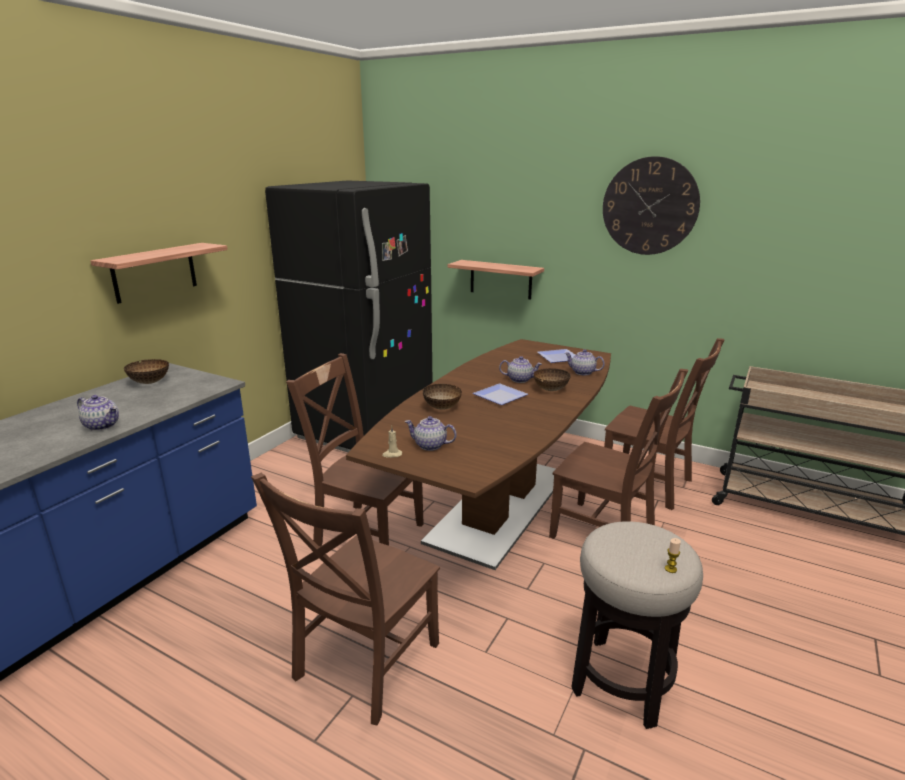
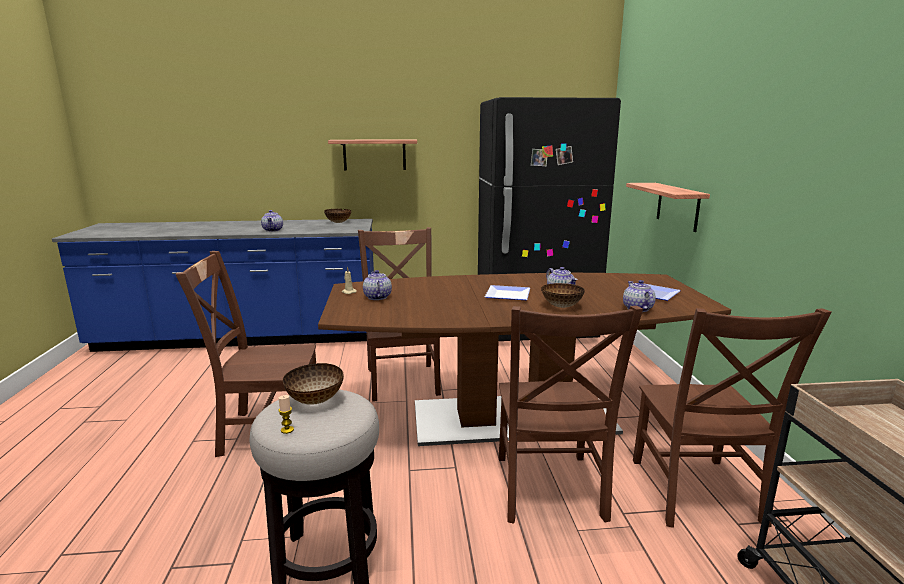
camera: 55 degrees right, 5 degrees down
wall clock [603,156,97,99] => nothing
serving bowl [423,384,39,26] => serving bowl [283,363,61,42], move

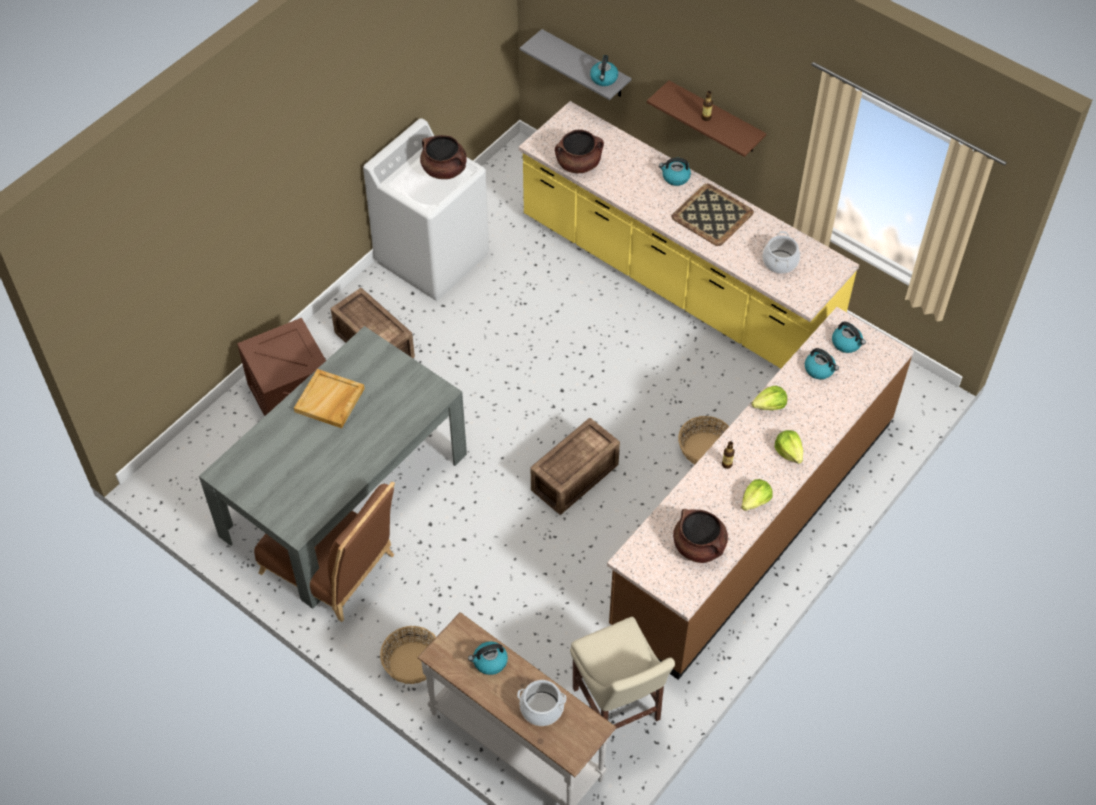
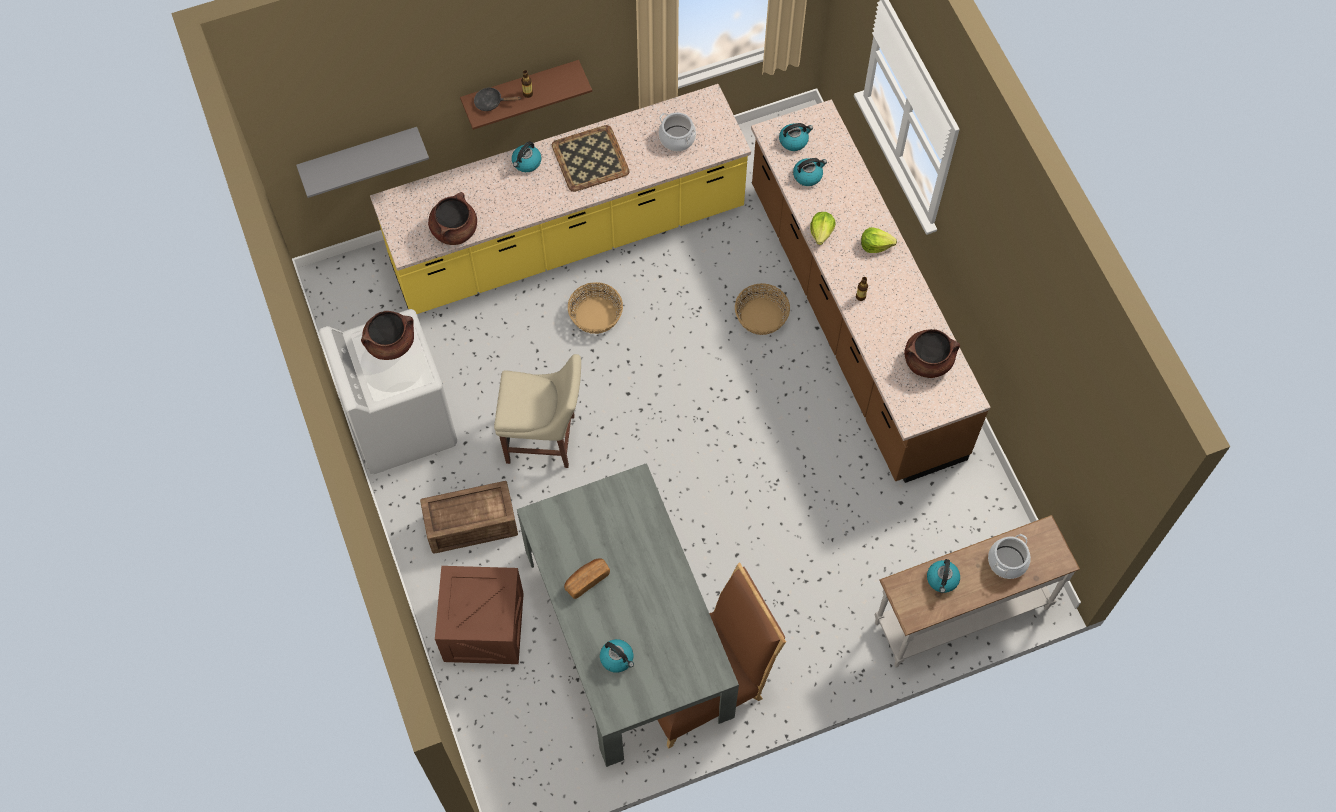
camera: 60 degrees left, 10 degrees up
tea kettle [590,55,28,31] => tea kettle [600,639,34,34], move
sand-coloured serving tray [294,369,71,59] => bread [564,559,46,40]
crate [531,418,89,97] => nothing
head of lettuce [741,479,31,32] => nothing
sand-coloured plain chair [570,617,105,127] => sand-coloured plain chair [494,354,87,114], move
storage basket [380,626,56,58] => storage basket [568,282,55,52], move
nothing => black-coloured skillet [474,87,47,24]

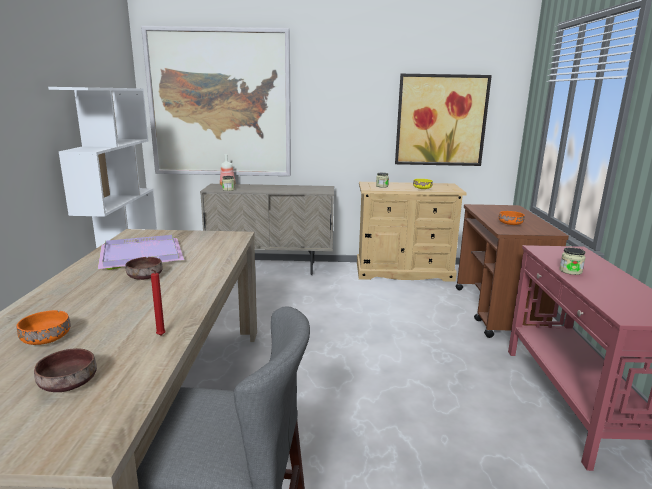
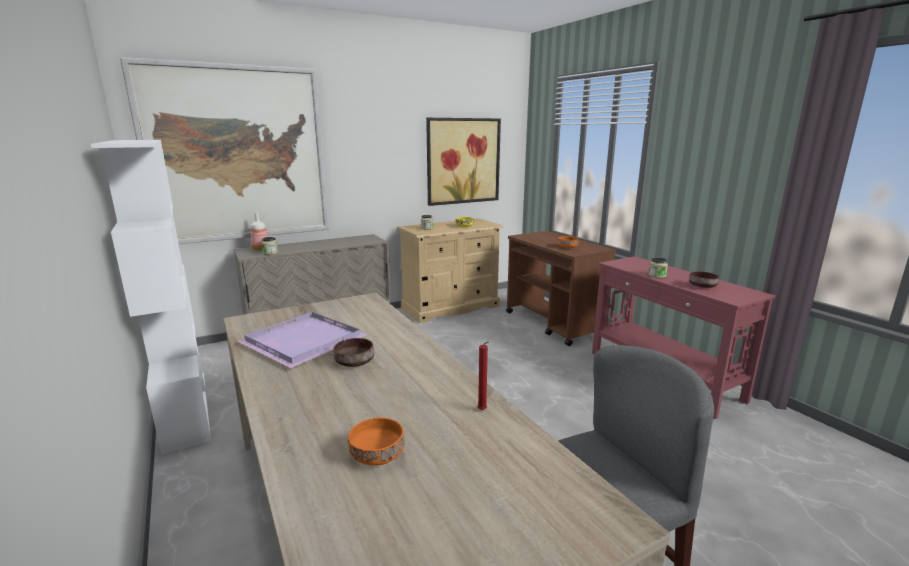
camera: 30 degrees left, 0 degrees up
brownish serving bowl [34,348,63,44] => brownish serving bowl [689,271,30,17], move

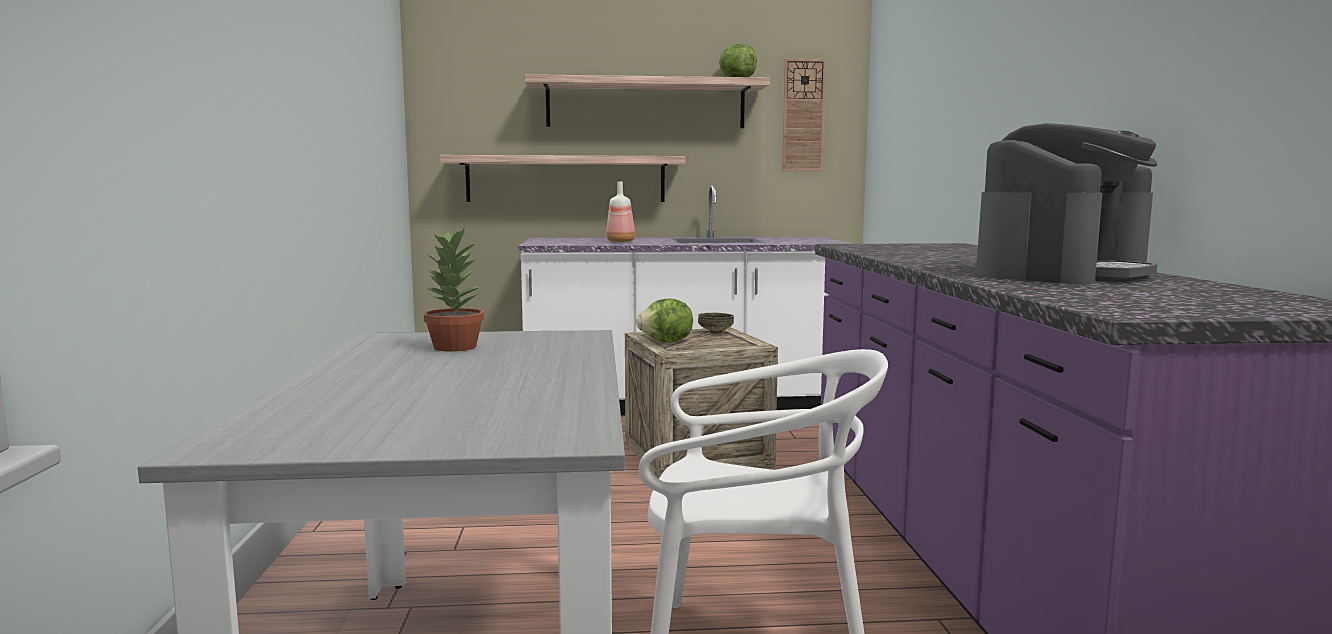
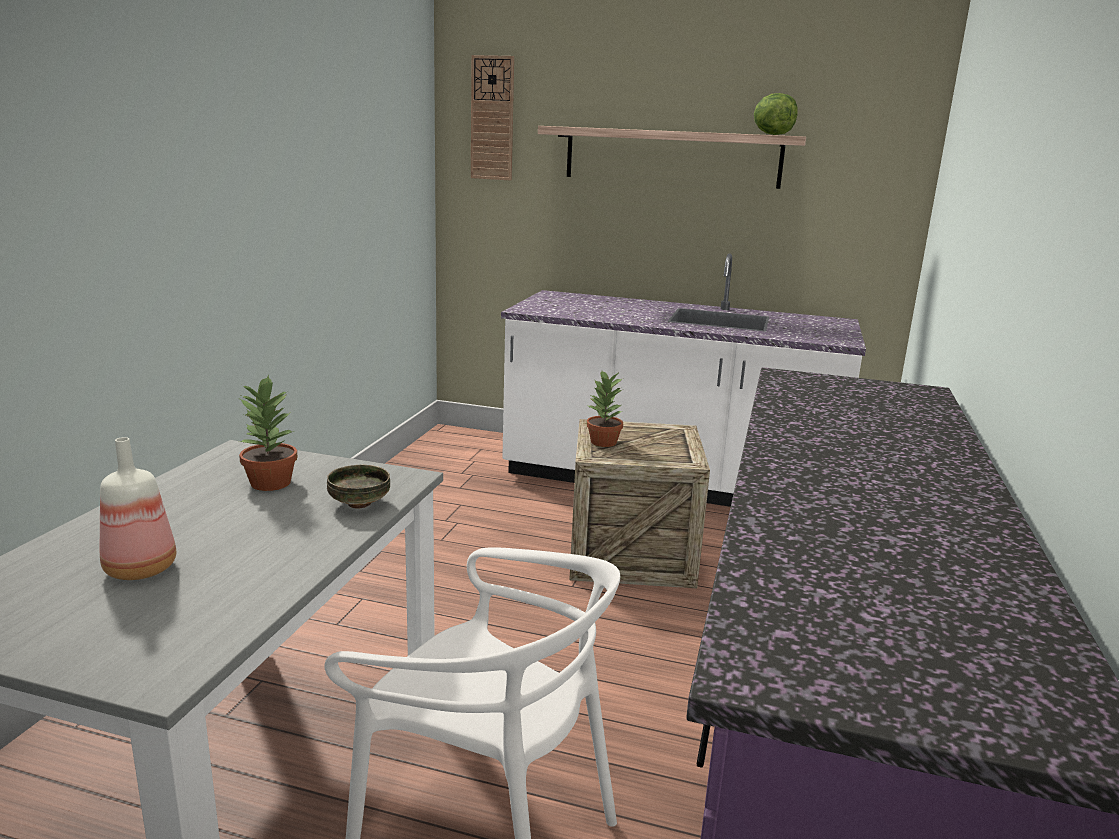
camera: 20 degrees right, 10 degrees up
wall clock [782,58,44,113] => wall clock [471,55,43,125], move
coffee brewer [976,123,182,161] => nothing
bracket shelf [440,155,246,47] => nothing
drink bottle [606,181,29,61] => drink bottle [100,437,76,143], move
head of lettuce [636,299,57,43] => plant in a pot [586,371,38,76]
serving bowl [698,313,36,21] => serving bowl [327,465,63,44], move

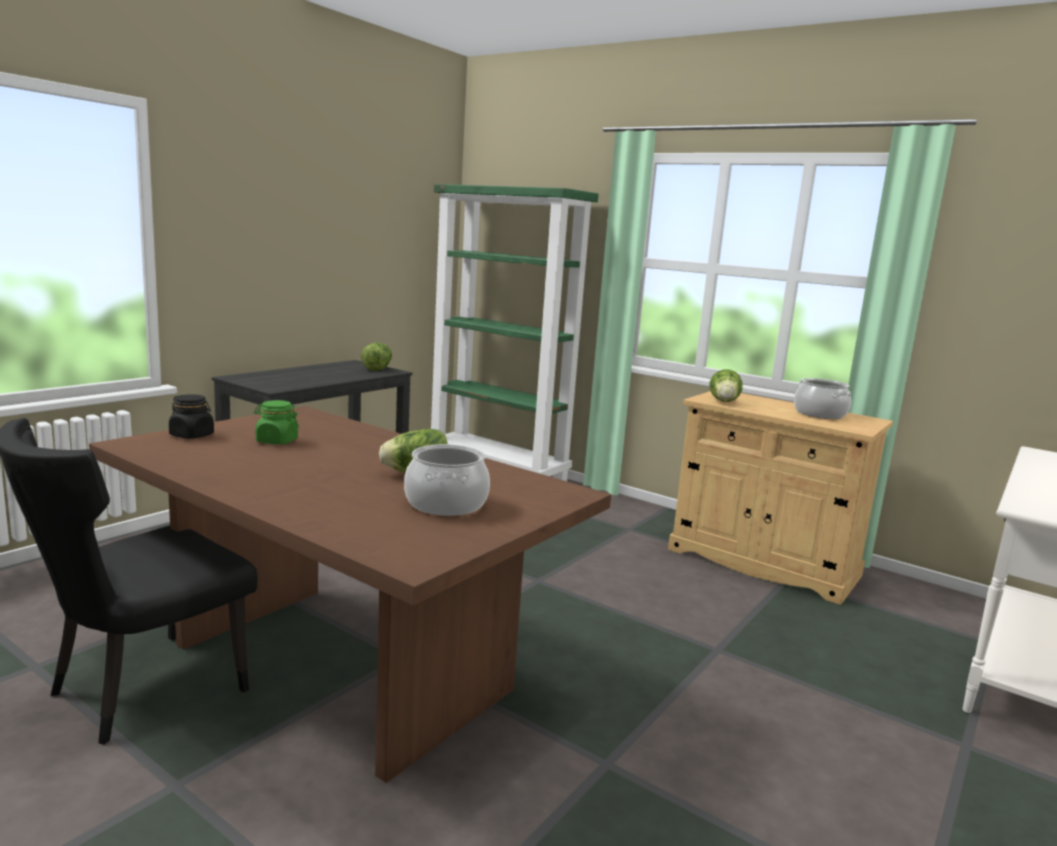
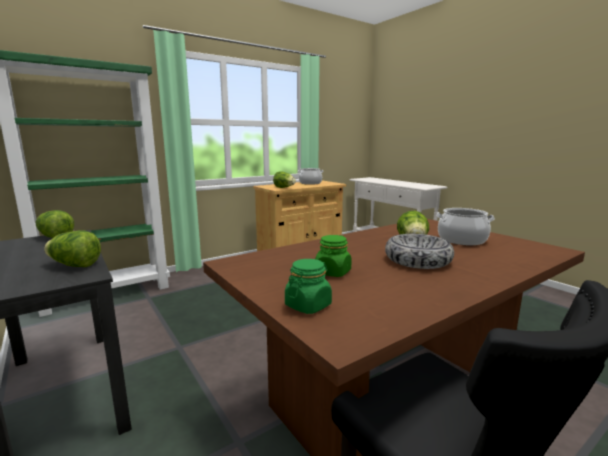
camera: 70 degrees left, 0 degrees up
black-coloured preserve jar [169,394,45,45] => greenish preserve jar [285,259,47,55]
nothing => head of lettuce [44,230,57,37]
nothing => serving bowl [385,234,69,35]

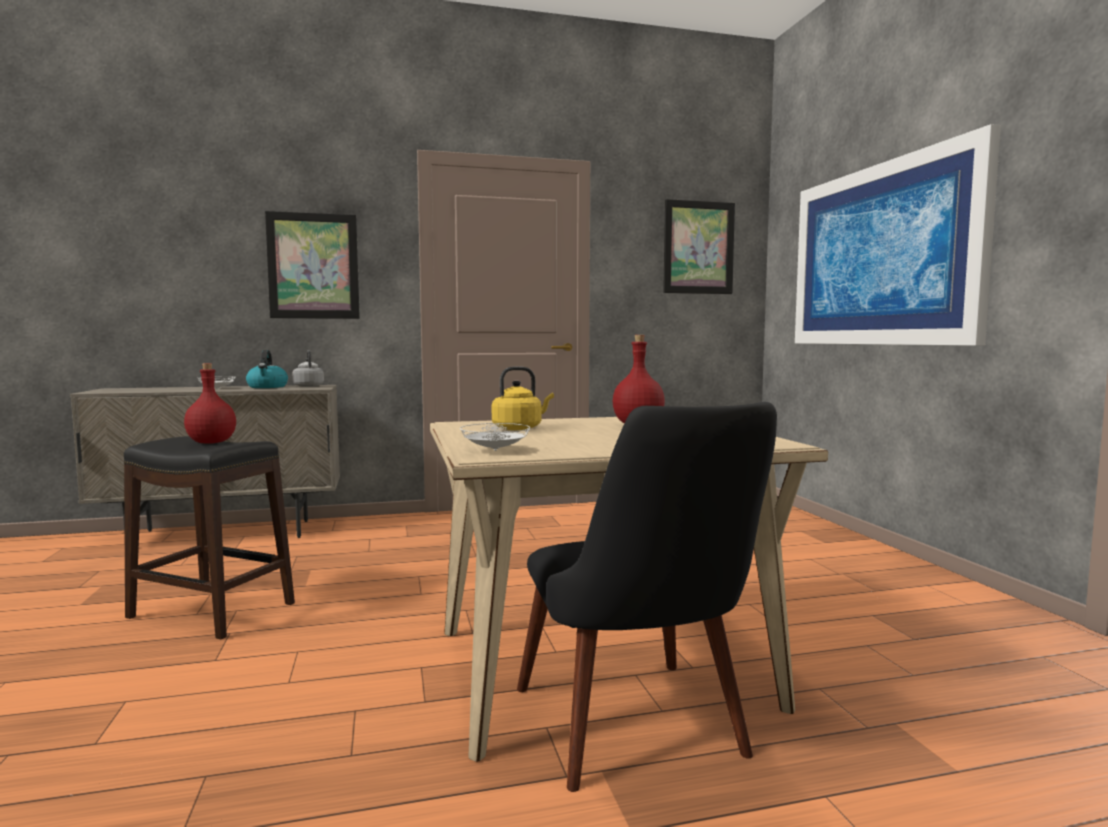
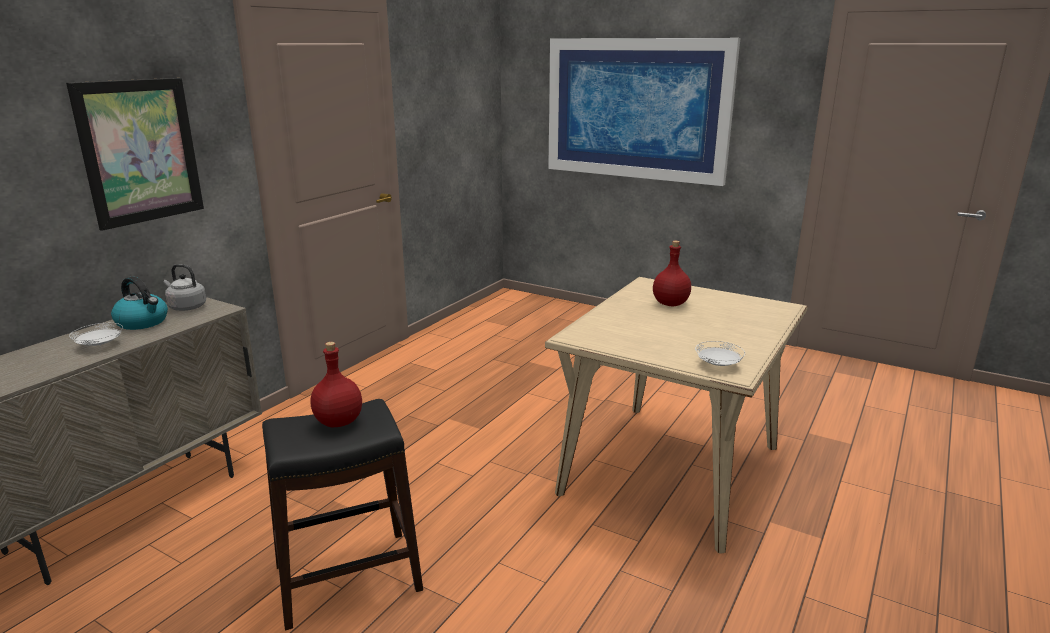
camera: 45 degrees left, 15 degrees up
wall art [663,199,72,95] => nothing
yellow-coloured tea kettle [492,366,62,64] => nothing
black-coloured plain chair [517,402,260,390] => nothing

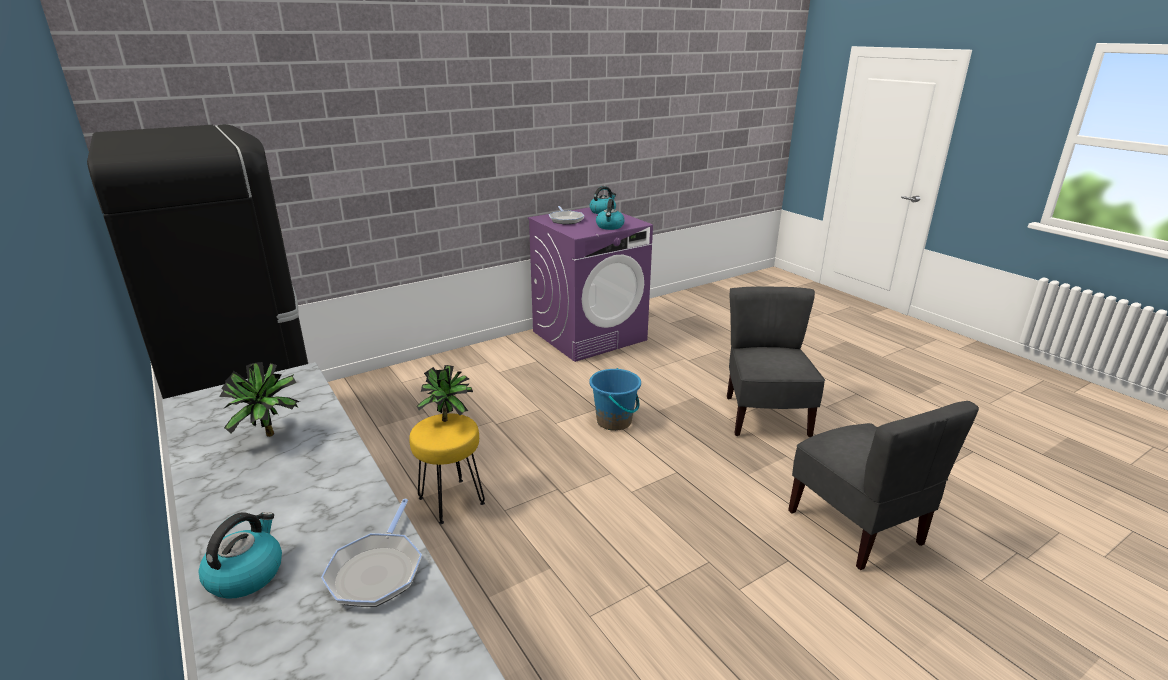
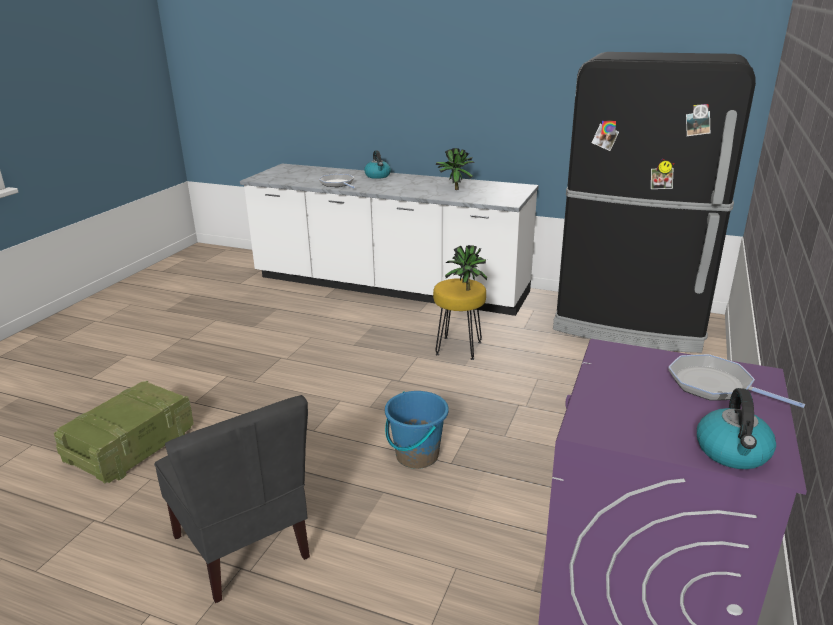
camera: 145 degrees right, 0 degrees up
tea kettle [596,199,29,31] => nothing
greyish plain chair [788,401,191,169] => crate [54,381,140,103]

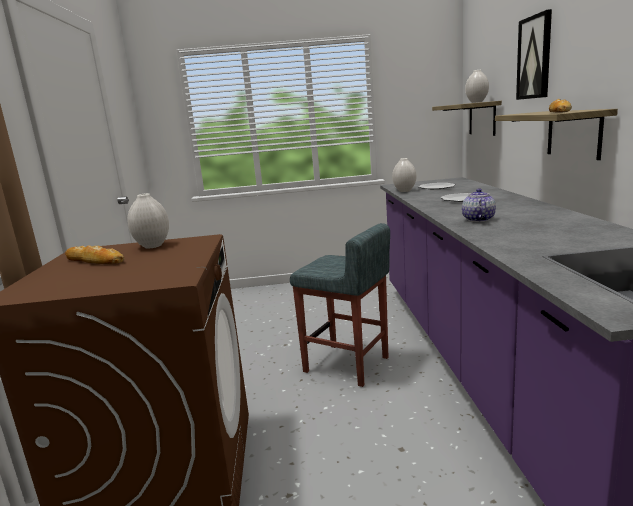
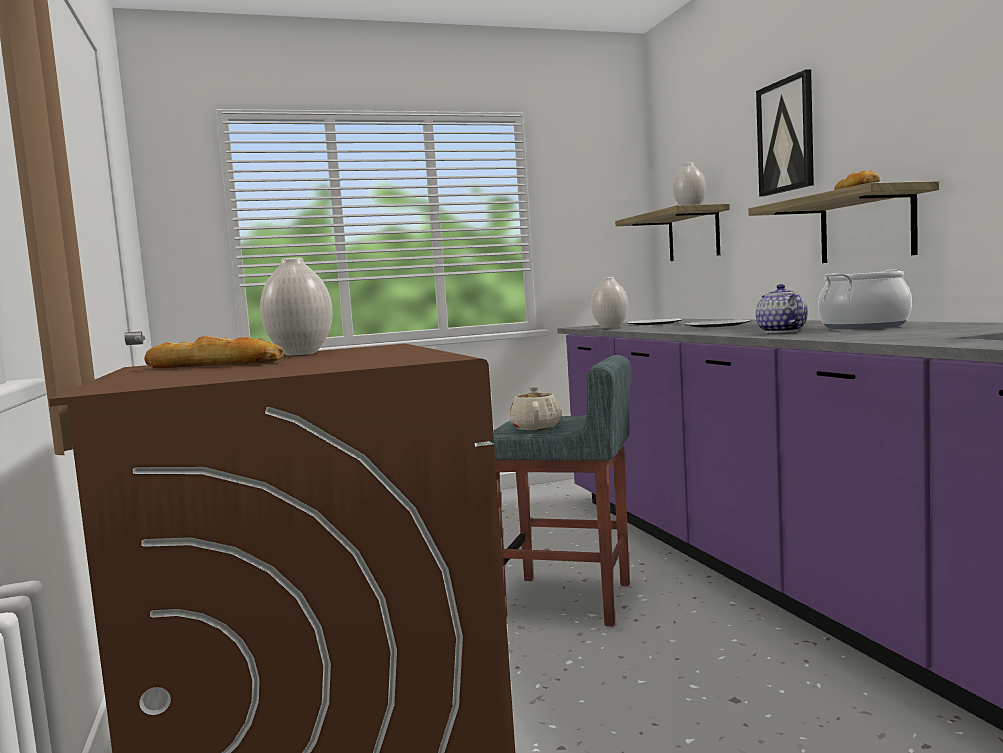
camera: 15 degrees left, 10 degrees down
nothing => saucepot [818,269,94,60]
nothing => sand-coloured teapot [509,387,53,43]

